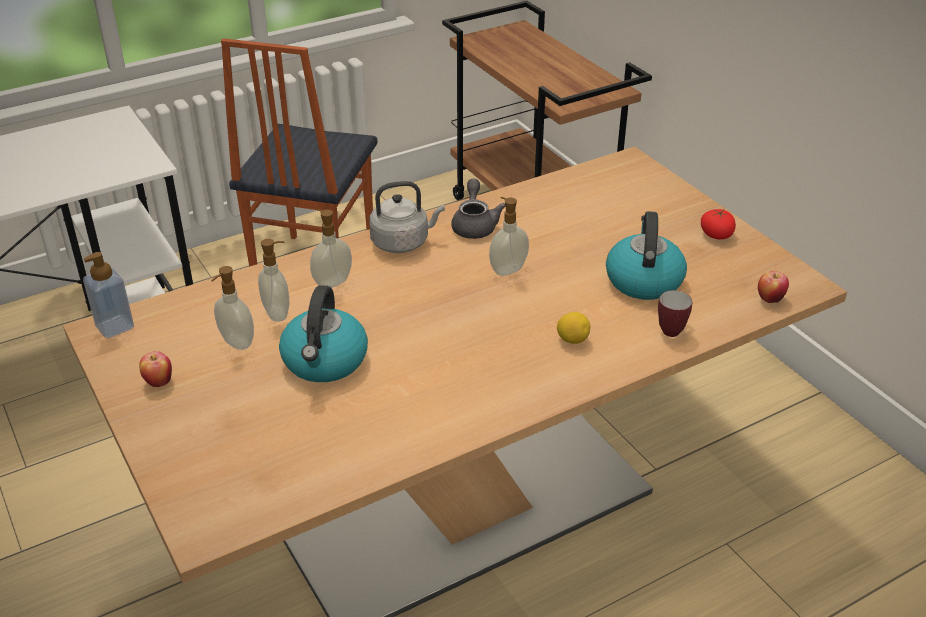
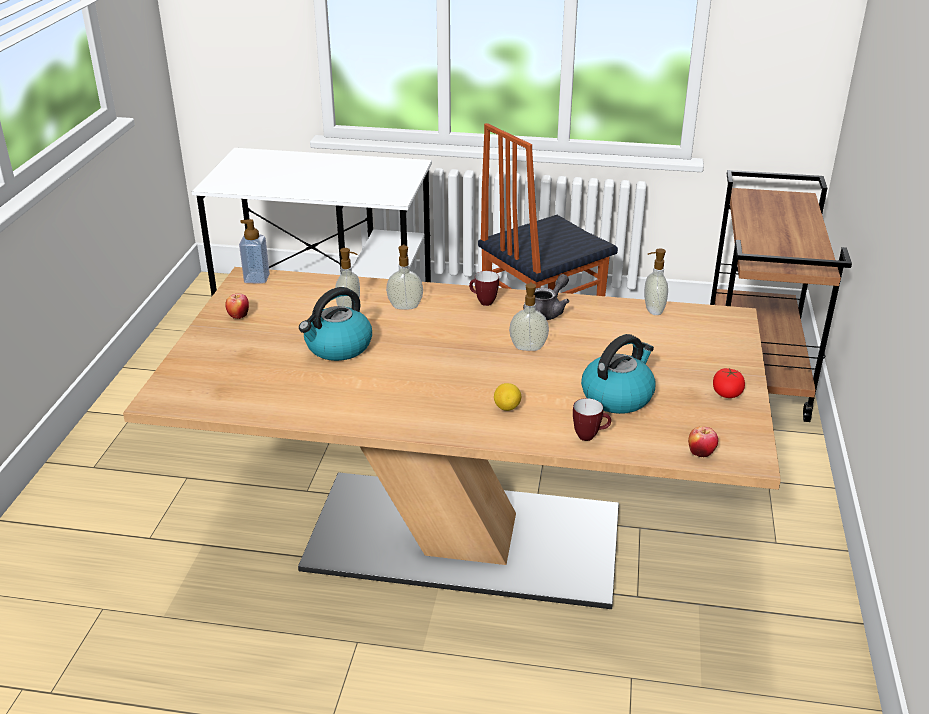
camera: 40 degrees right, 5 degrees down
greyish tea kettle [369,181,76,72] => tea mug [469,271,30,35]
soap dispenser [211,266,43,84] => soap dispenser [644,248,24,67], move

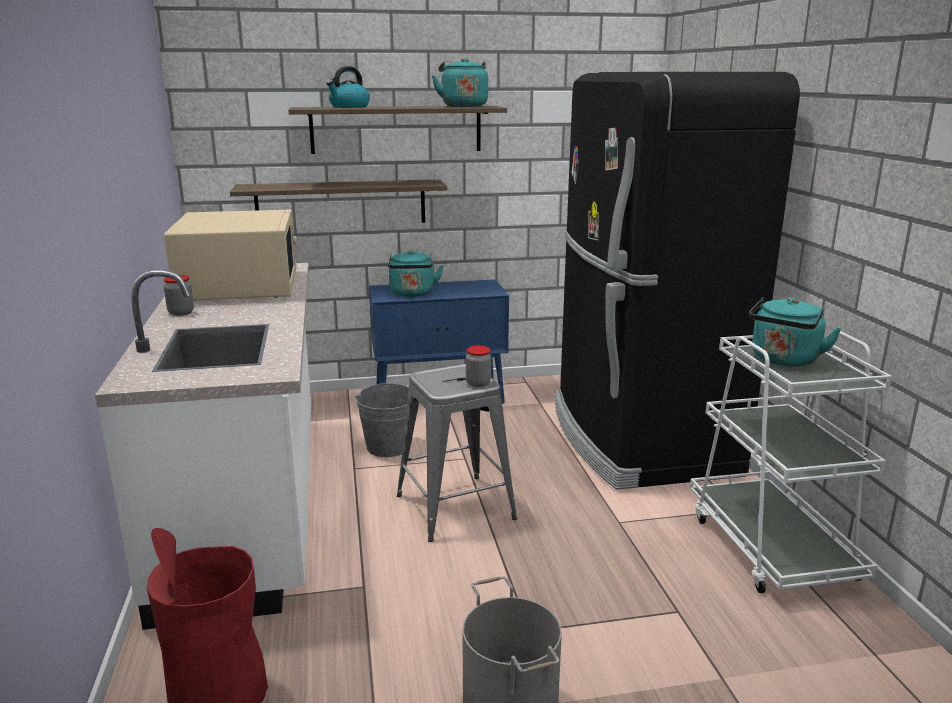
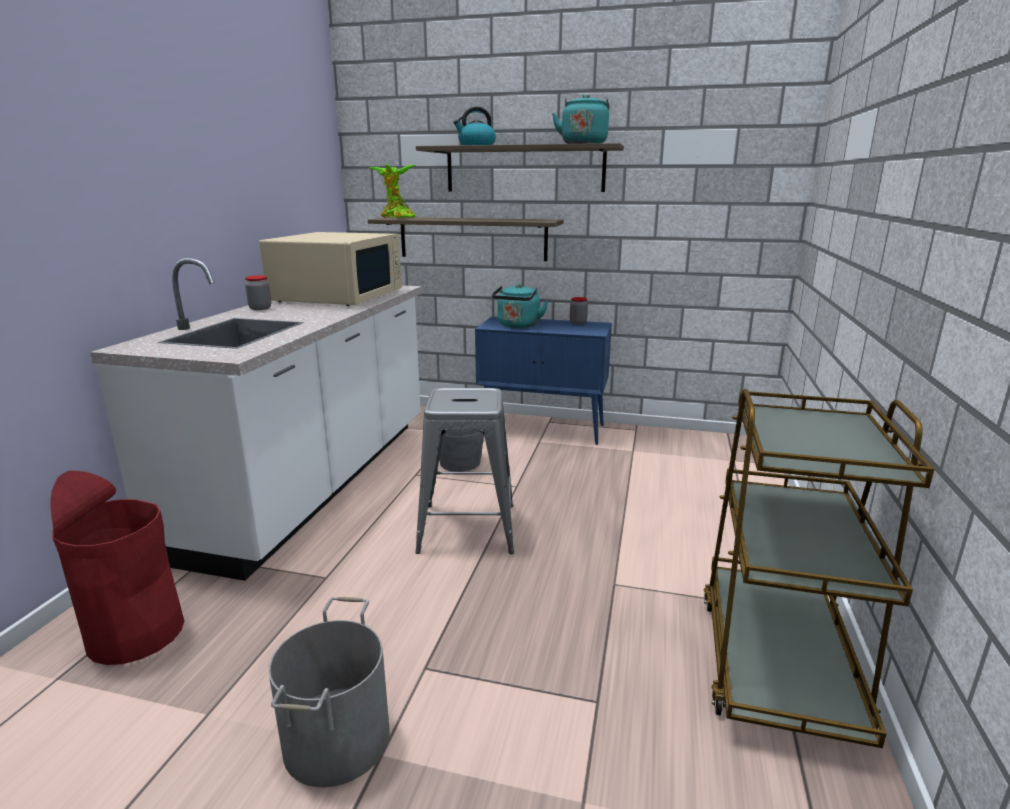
camera: 25 degrees right, 0 degrees up
black-coloured kitchen fridge [555,72,245,418] => nothing
blue-green tea kettle [749,297,92,70] => nothing
white-coloured cart [690,331,202,262] => brownish cart [704,389,230,359]
preserve jar [466,346,25,41] => preserve jar [570,297,18,28], move
nothing => plant in a pot [369,164,48,54]

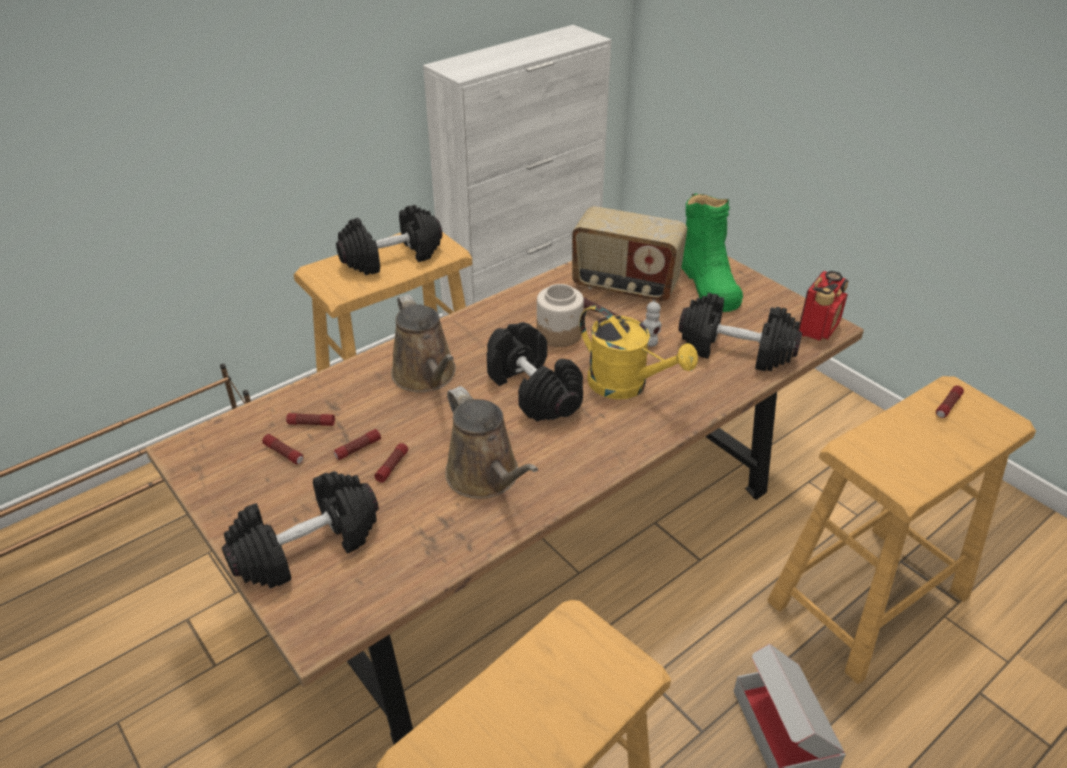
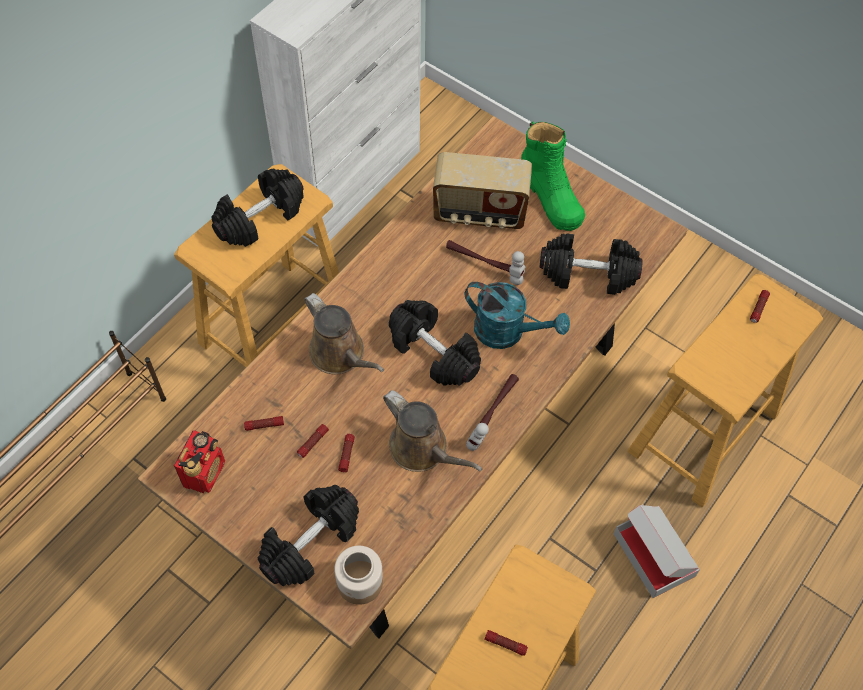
camera: 15 degrees left, 20 degrees up
radio set [798,271,50,70] => radio set [174,430,51,63], move
preserve jar [537,284,47,63] => preserve jar [334,546,49,59], move
yellow-coloured watering pot [579,305,119,94] => blue-green watering pot [465,282,105,67]
torch [262,434,41,30] => torch [484,630,44,26], move
nothing => hand hammer [466,374,53,77]

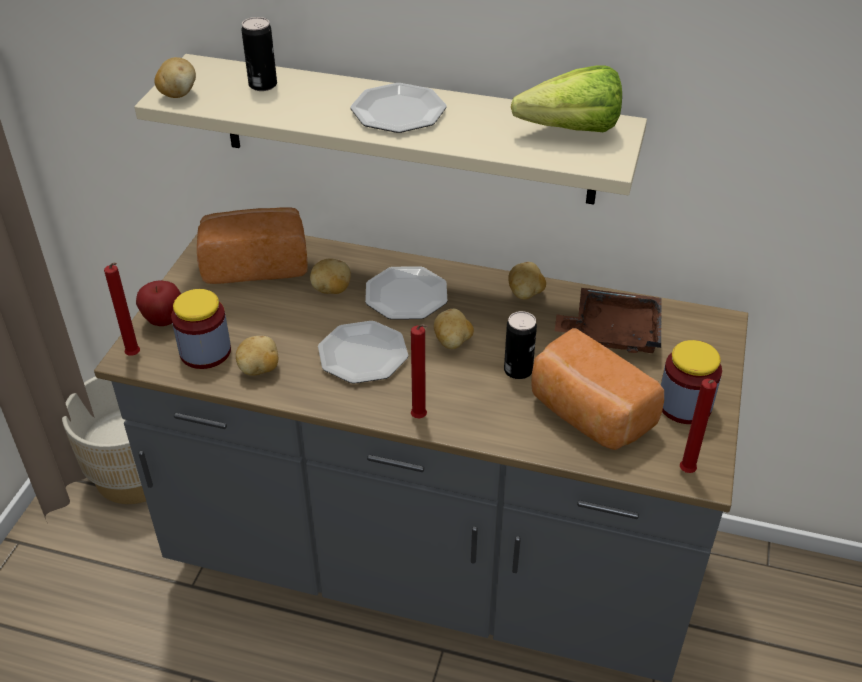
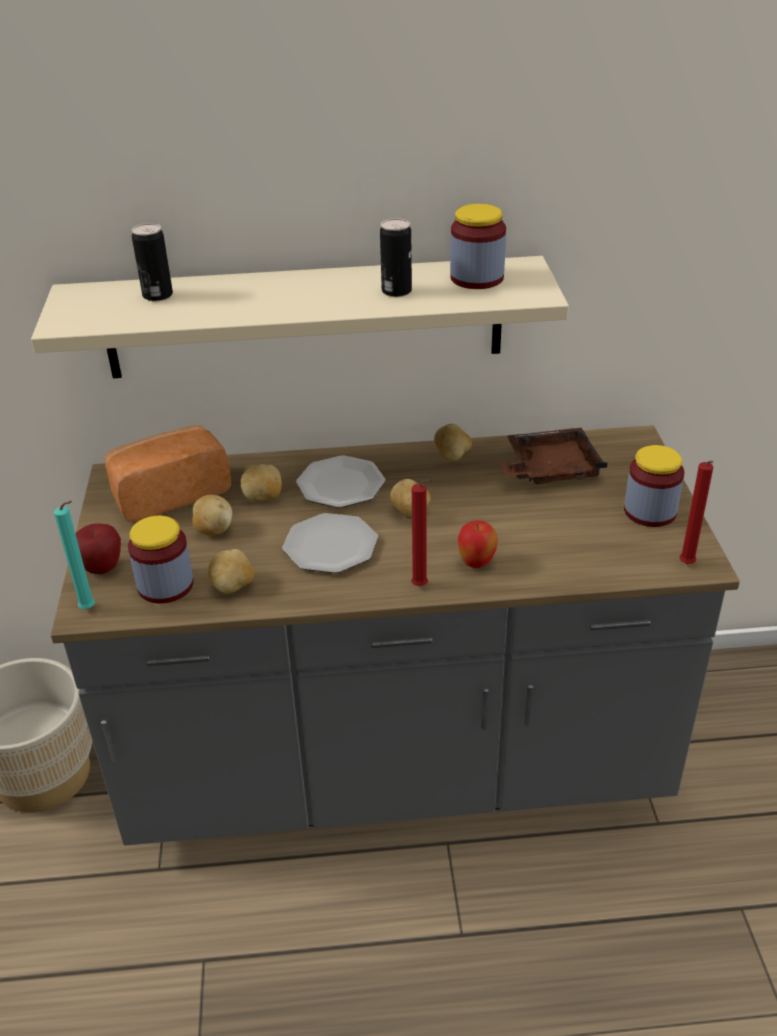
camera: 20 degrees left, 5 degrees down
whole potato [154,57,42,41] => whole potato [192,495,40,41], move
head of lettuce [511,66,111,66] => preserve jar [450,204,56,85]
dinner plate [351,83,95,50] => nothing
red-coloured candle [104,262,36,94] => blue-green candle [54,501,41,108]
metal can [504,311,33,68] => metal can [380,218,32,79], move
bread [531,328,133,122] => nothing
nothing => apple [458,520,40,48]

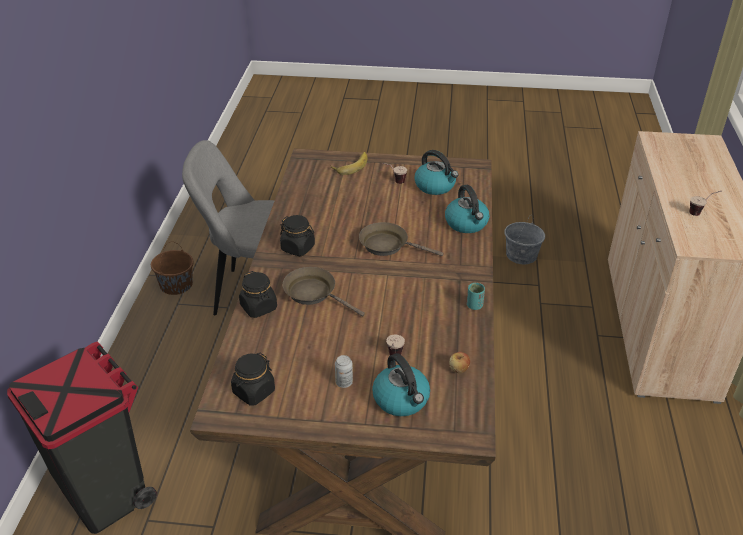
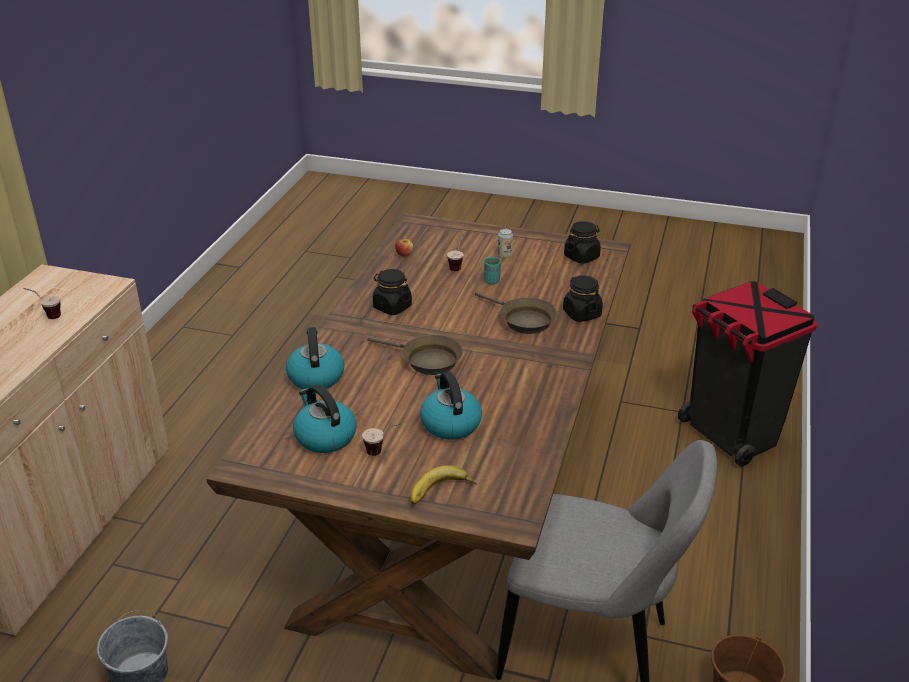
camera: 170 degrees left, 5 degrees down
black-coloured preserve jar [280,215,35,41] => black-coloured preserve jar [373,269,39,46], move
blue-green cup [467,283,18,27] => blue-green cup [484,257,17,28], move
tea kettle [372,353,58,63] => tea kettle [420,371,62,69], move

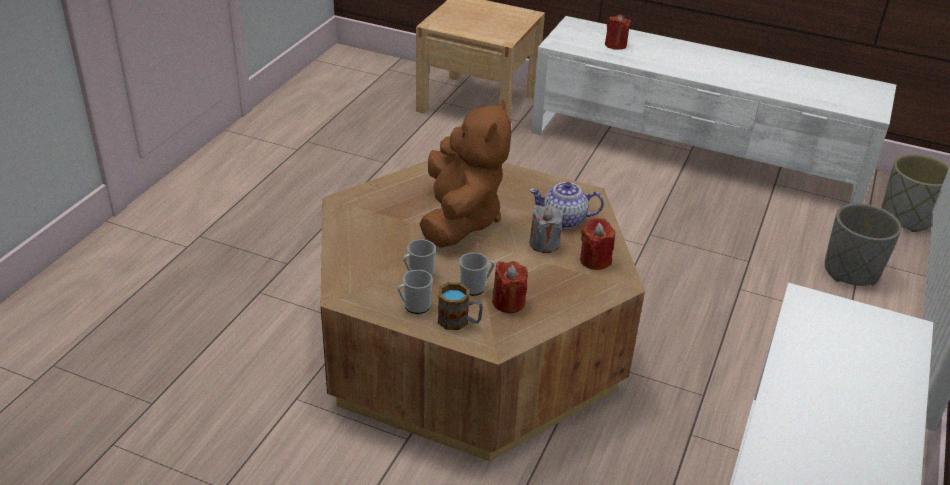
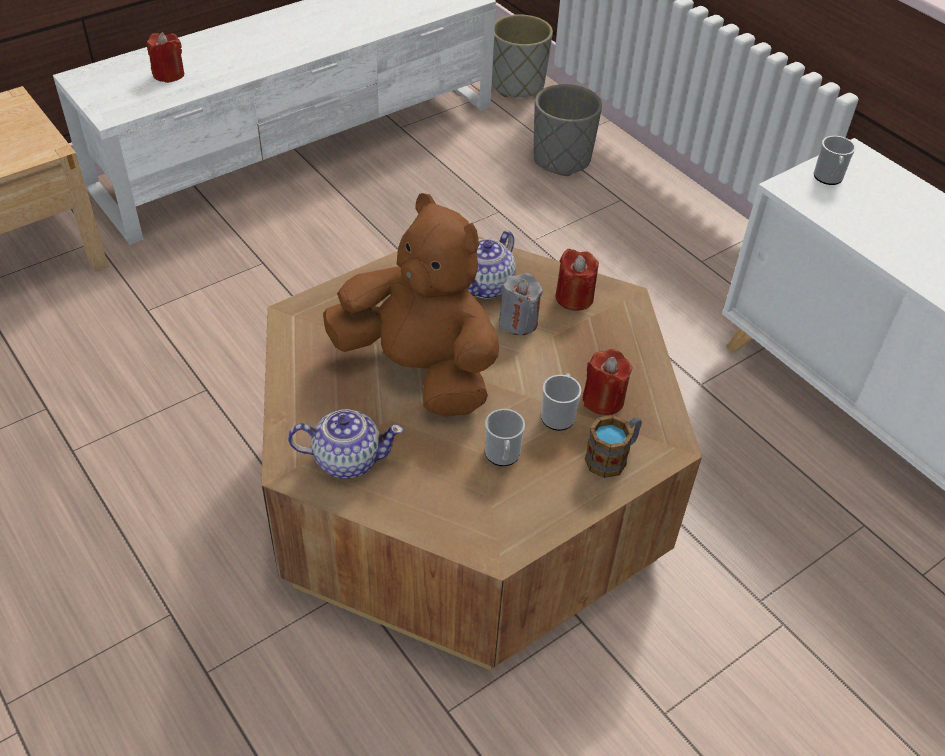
camera: 60 degrees left, 10 degrees up
tea mug [397,270,36,44] => tea mug [814,136,42,49], move
nothing => teapot [288,409,115,70]

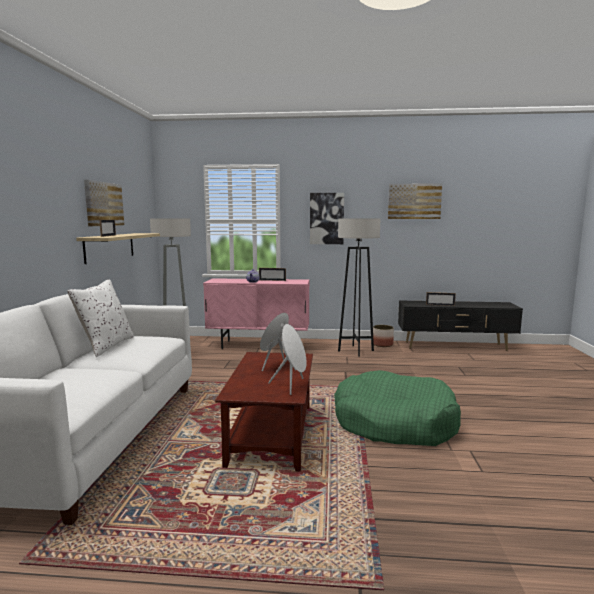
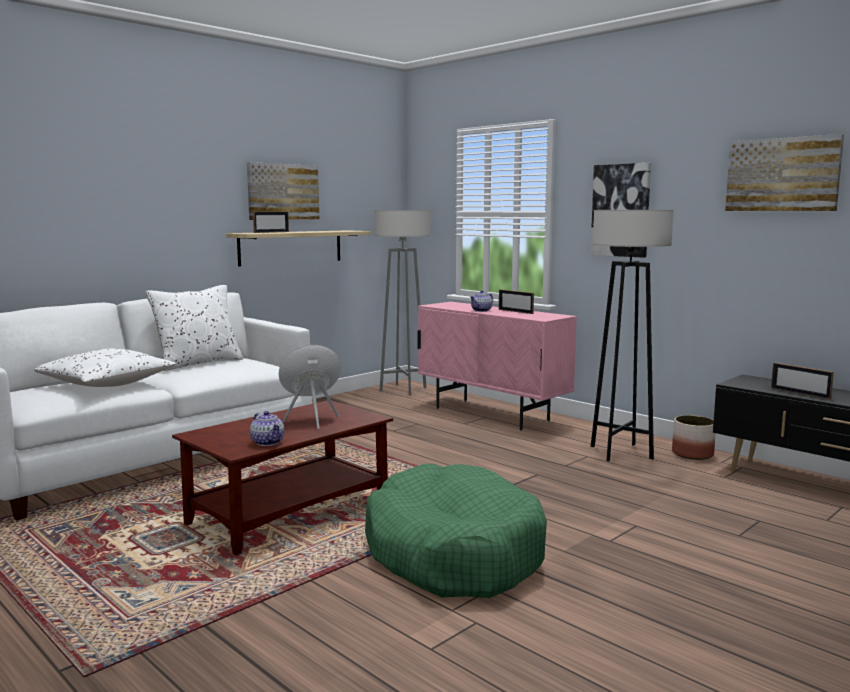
camera: 40 degrees right, 0 degrees up
white-coloured loudspeaker [268,324,39,71] => teapot [250,411,34,35]
nothing => white-coloured pillow [34,349,142,38]

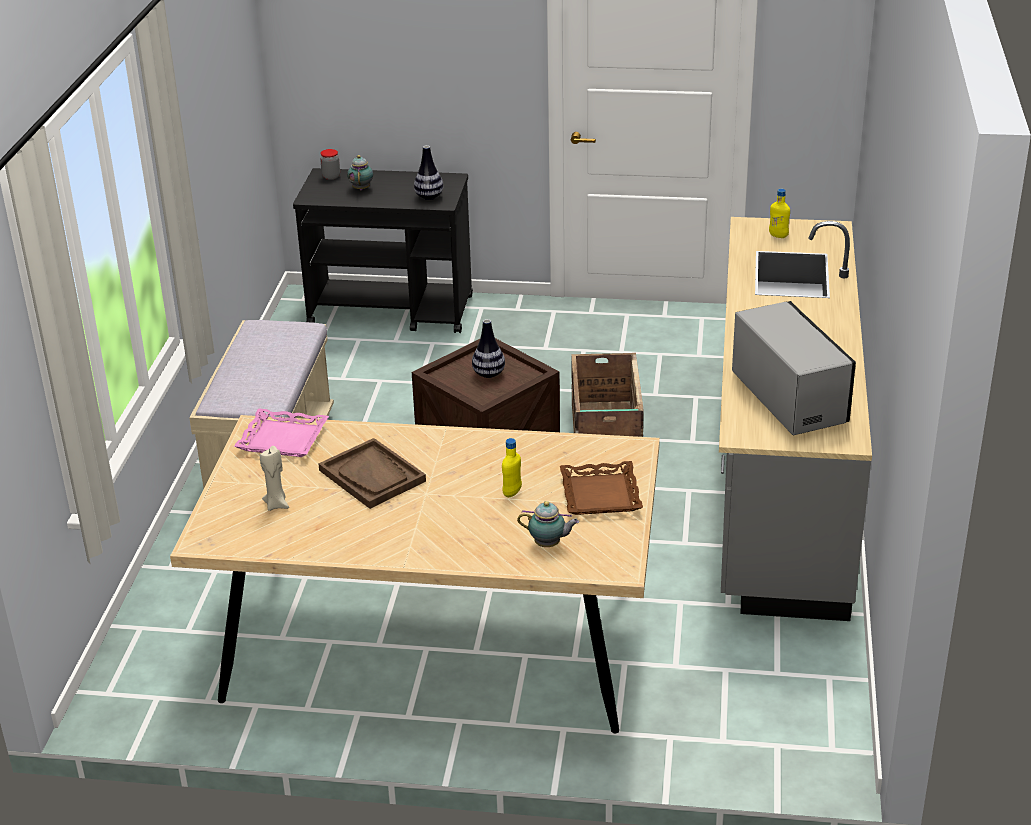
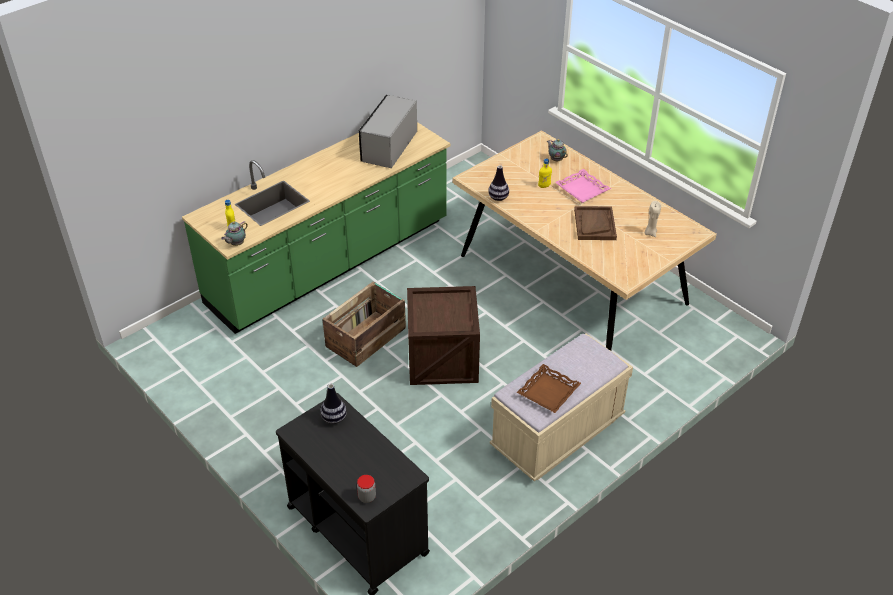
camera: 140 degrees left, 10 degrees up
teapot [347,155,26,36] => teapot [221,221,27,25], move
greyish kitchen base unit [719,217,153,404] => greenish kitchen base unit [182,122,268,212]
vase [472,319,33,59] => vase [488,165,21,36], move
pinkish serving tray [234,408,95,49] => pinkish serving tray [555,169,56,34], move
brownish serving tray [560,461,83,54] => brownish serving tray [517,364,64,49], move

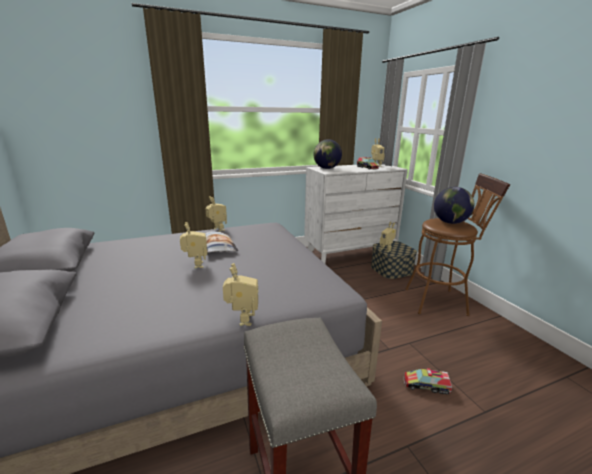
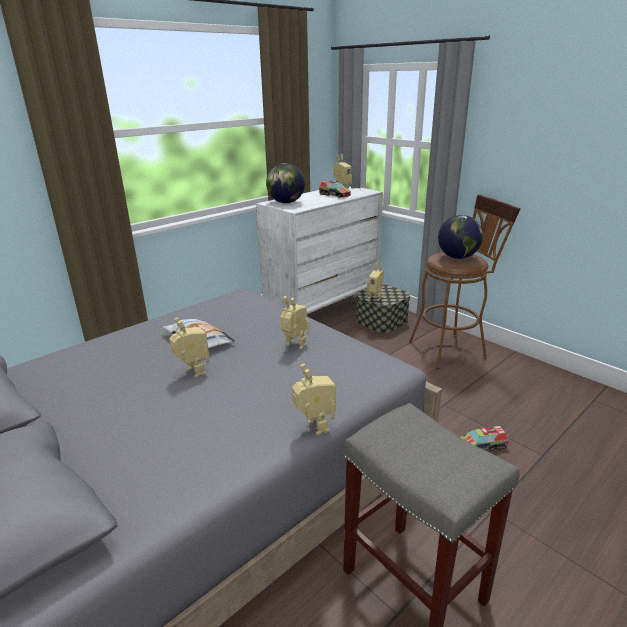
camera: 20 degrees left, 5 degrees up
robot figure [205,196,22,36] => robot figure [280,296,29,53], move

